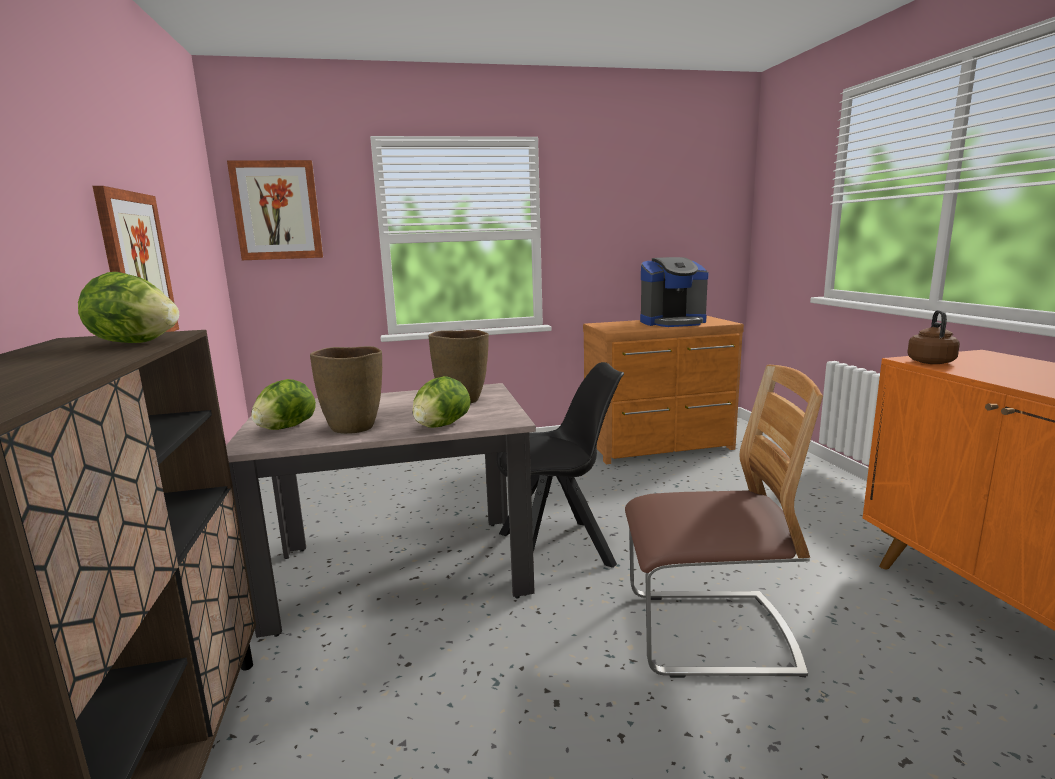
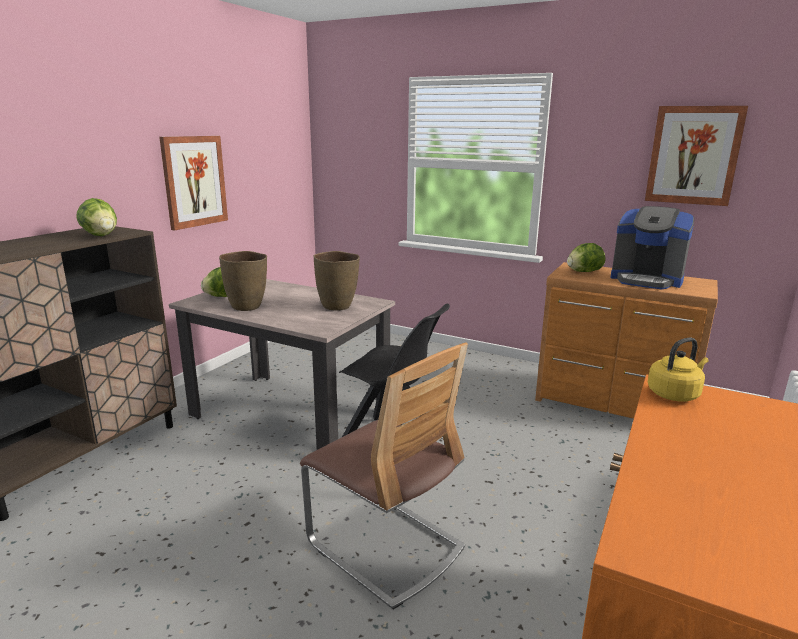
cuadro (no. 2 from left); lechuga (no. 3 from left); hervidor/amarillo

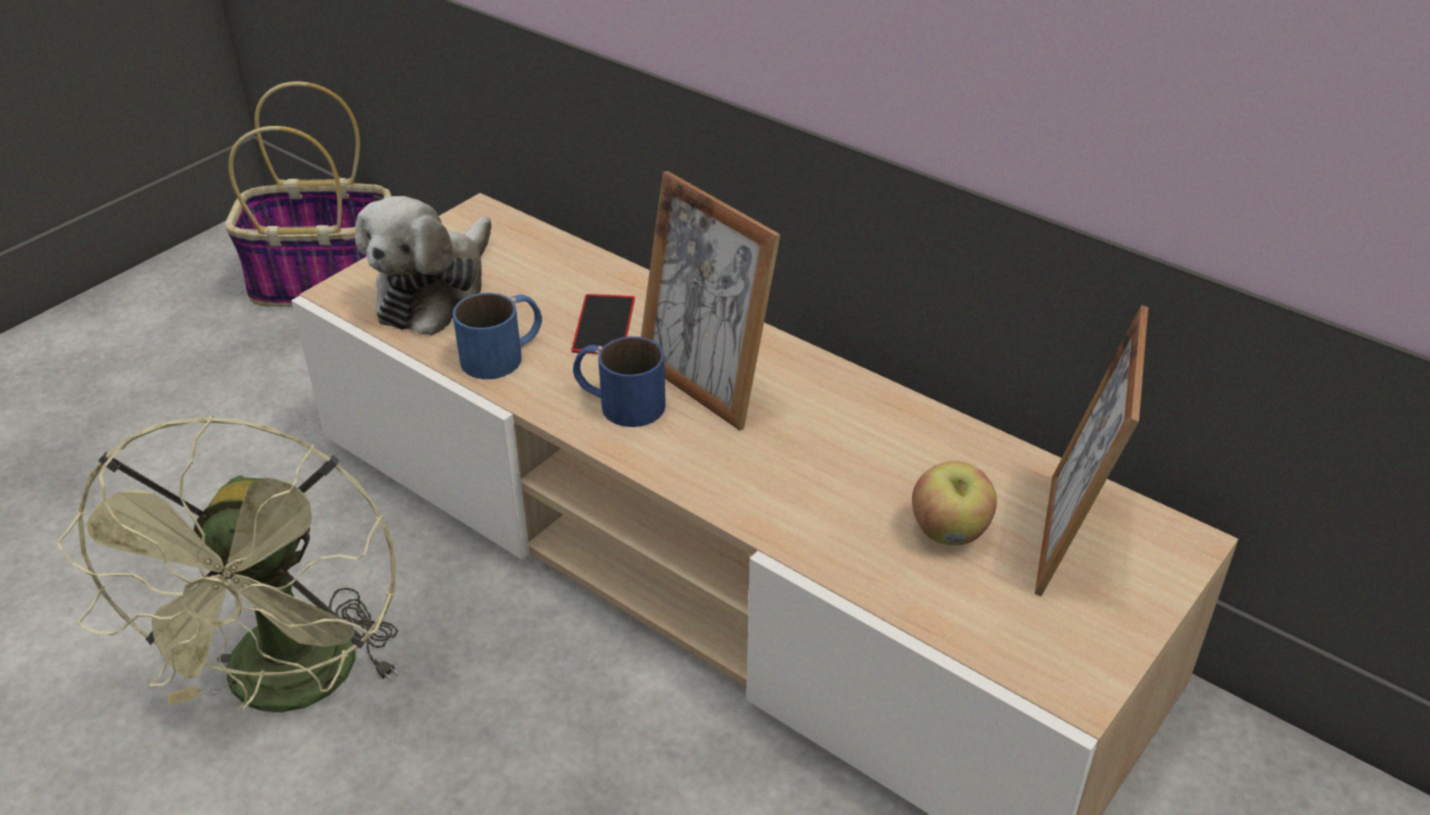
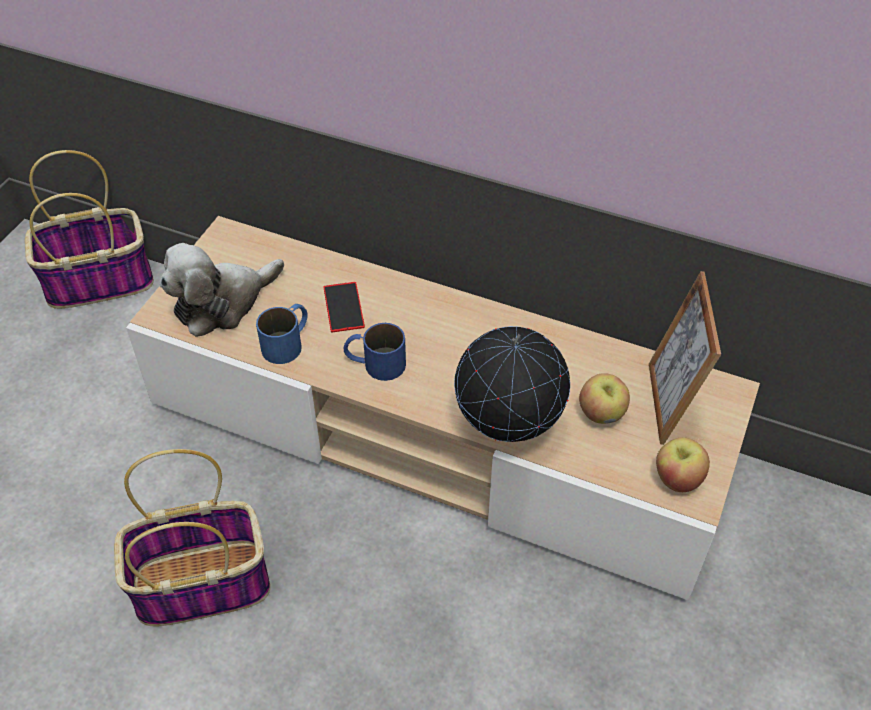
cesta (no. 2 from left); peluche; portarretratos (no. 1 from left in the first image); globo terráqueo; manzana (no. 2 from left)

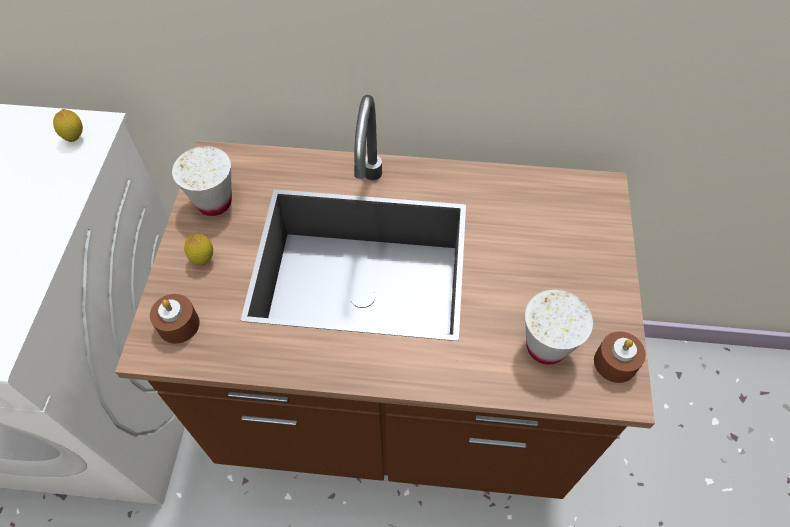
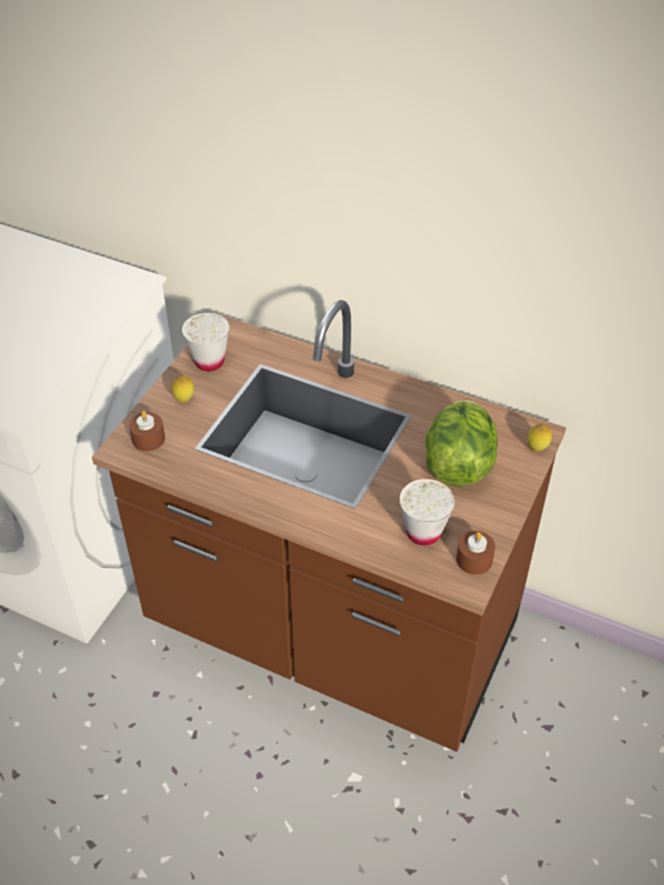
limón (no. 2 from left); lechuga

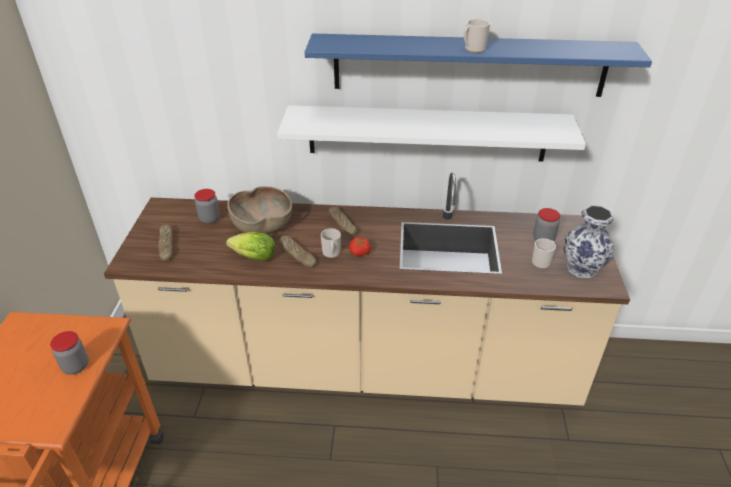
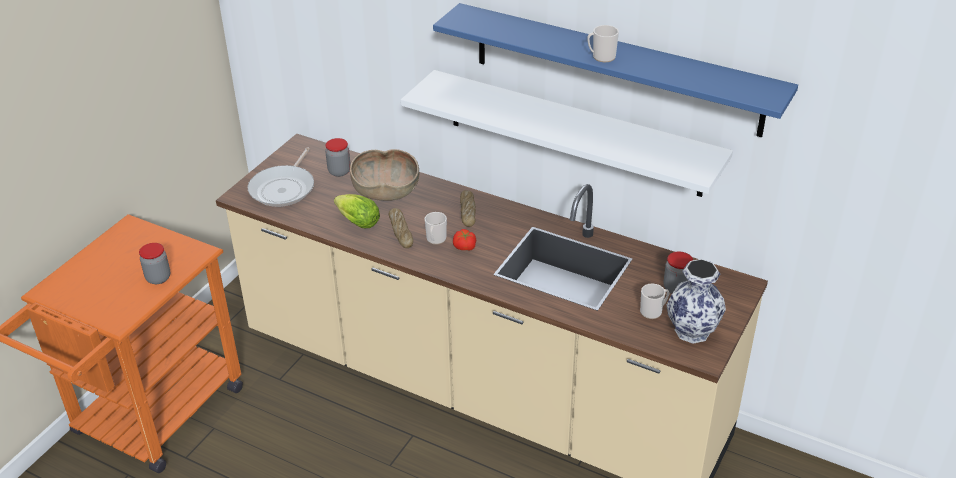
sartén

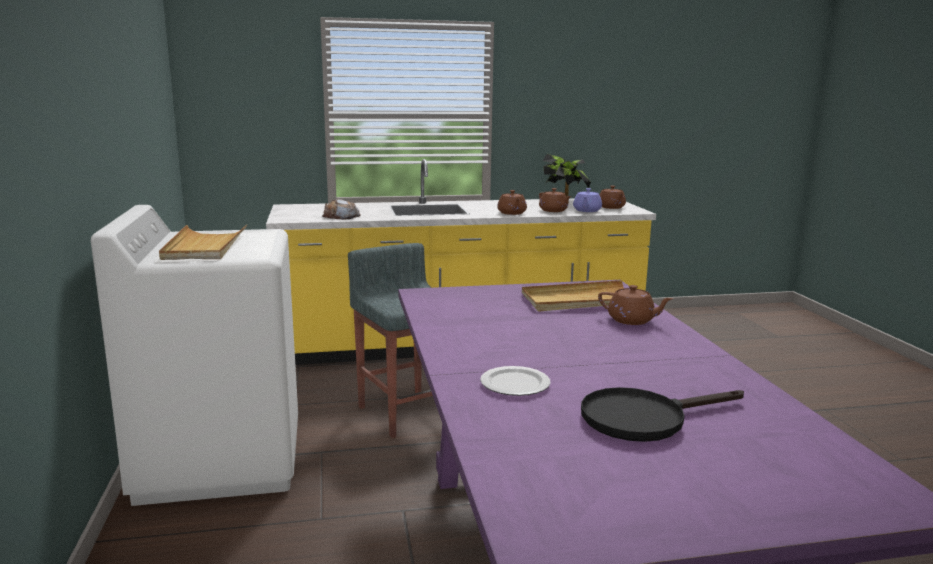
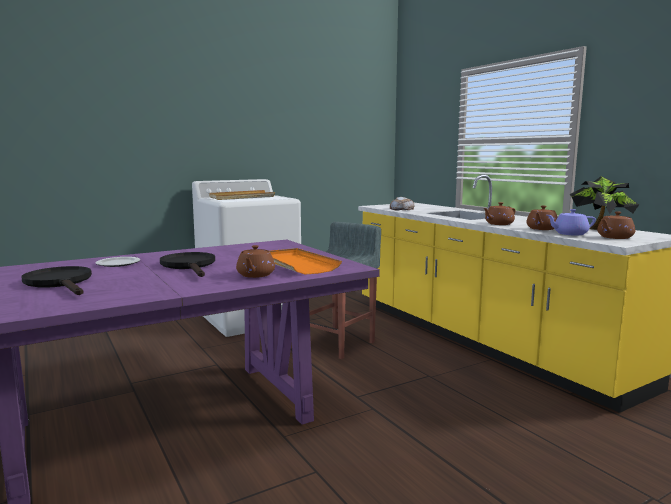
bandeja/naranja; sartén/negro (no. 2 from left)

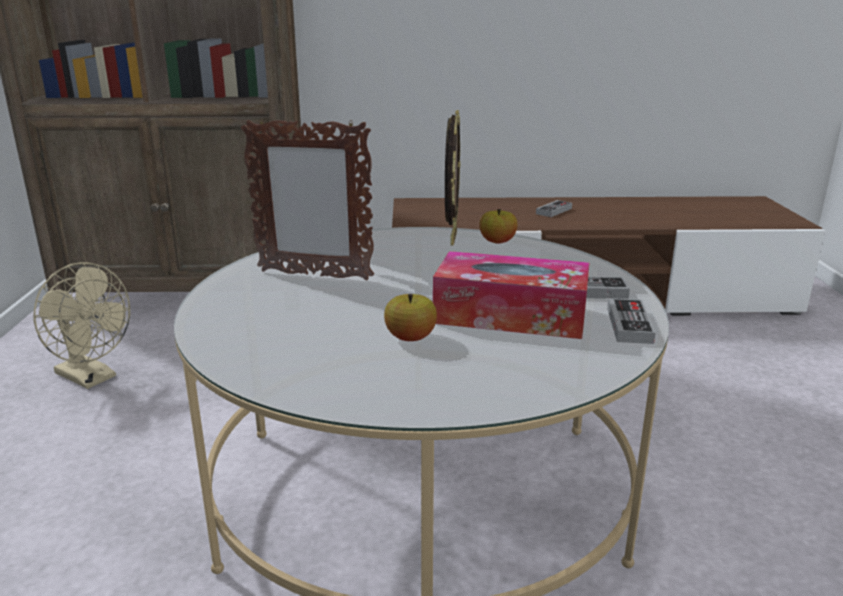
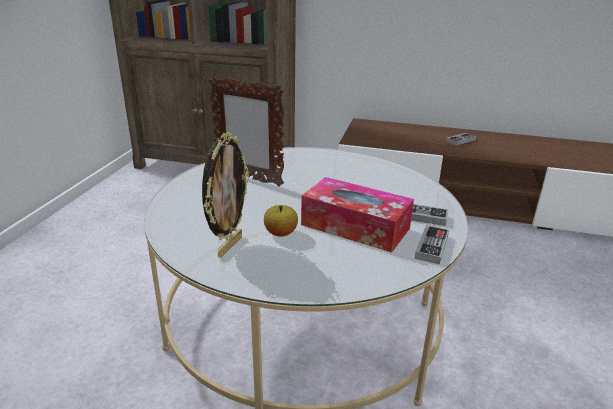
ventilador/beis; portarretratos (no. 1 from left); manzana (no. 2 from left in the first image)

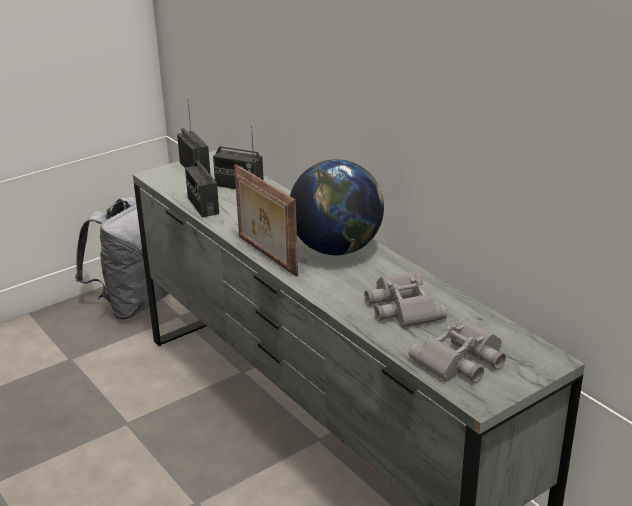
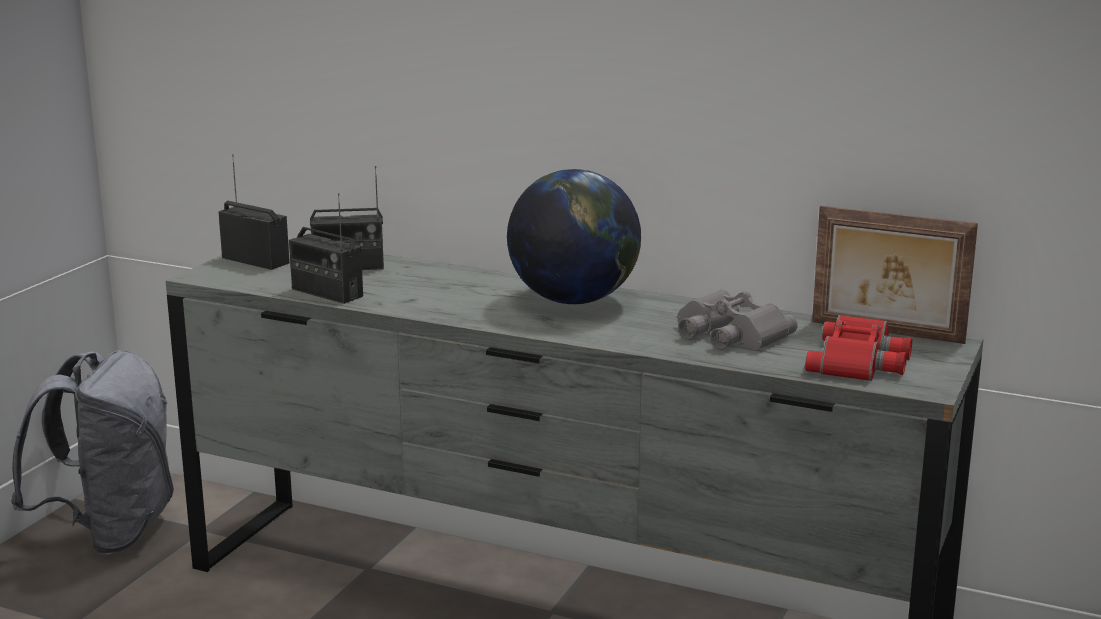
portarretratos; prismáticos/rojo

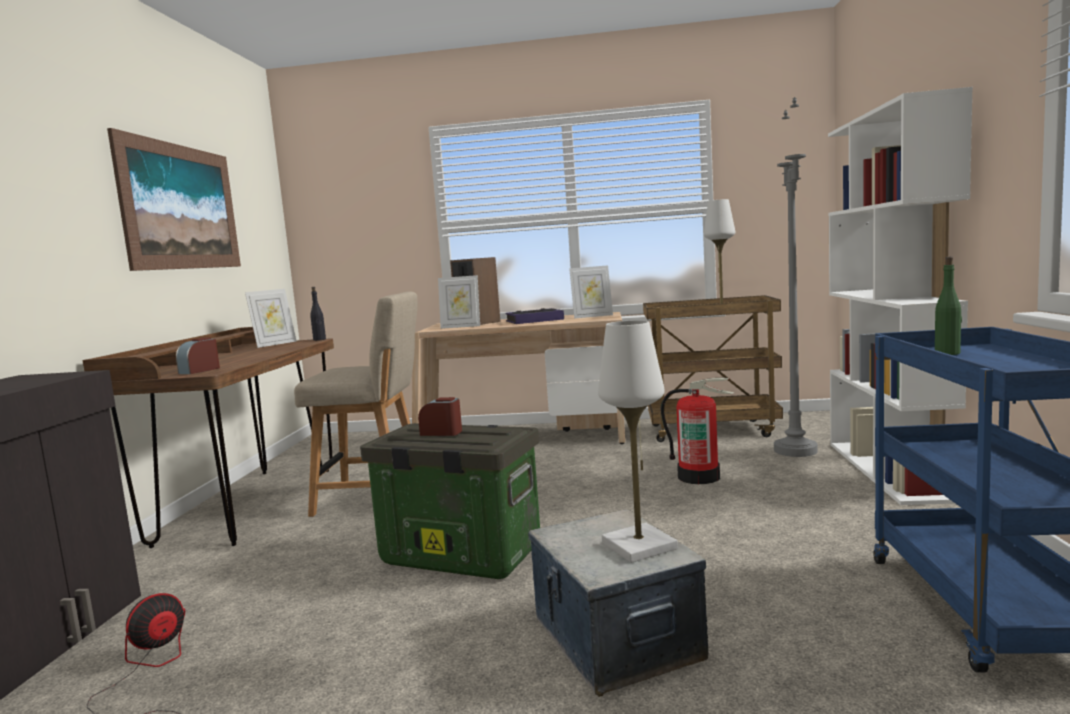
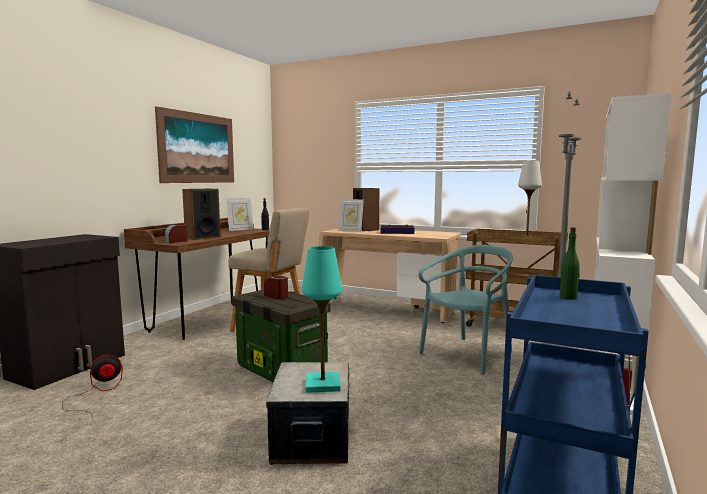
portarretratos (no. 3 from left in the first image); lámpara de mesa/turquesa; silla/turquesa; altavoz (no. 1 from left)

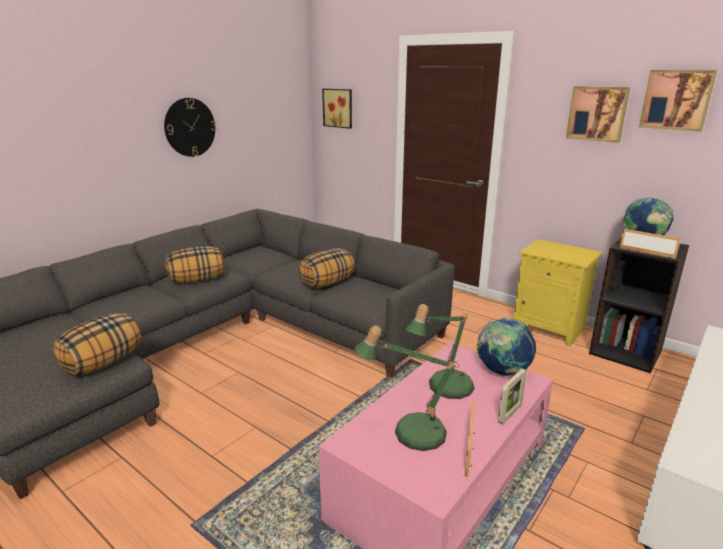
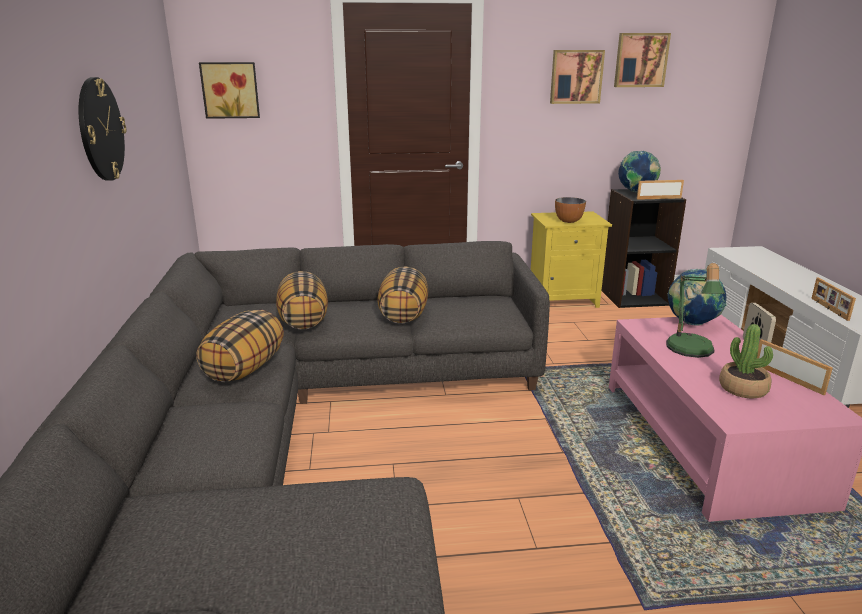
cojín (no. 2 from left); planta en maceta; cuenco; portarretratos (no. 4 from left)

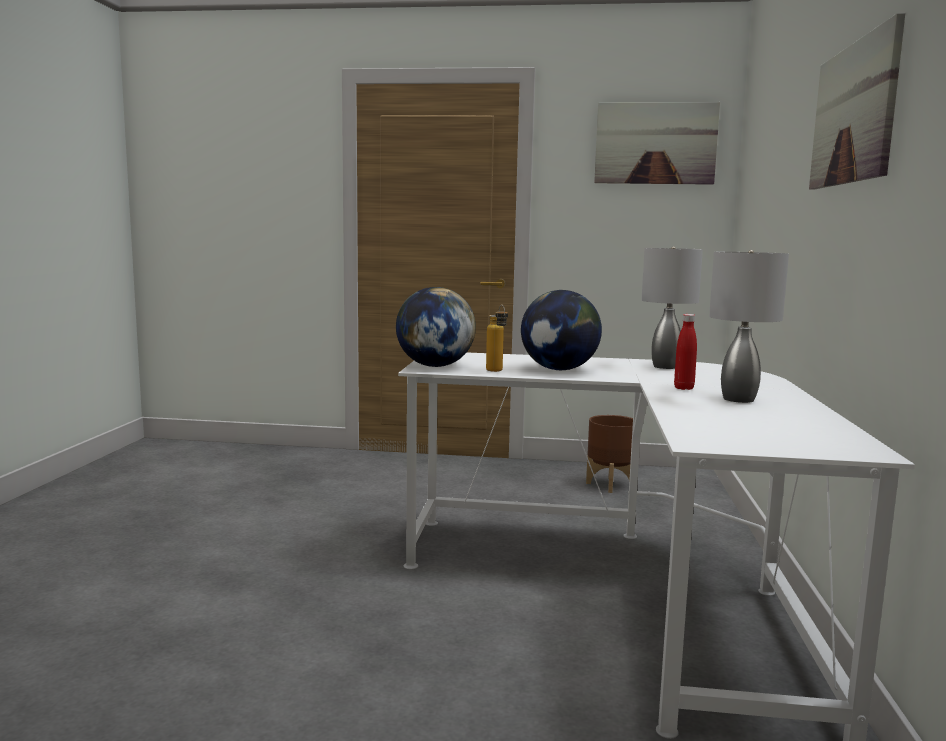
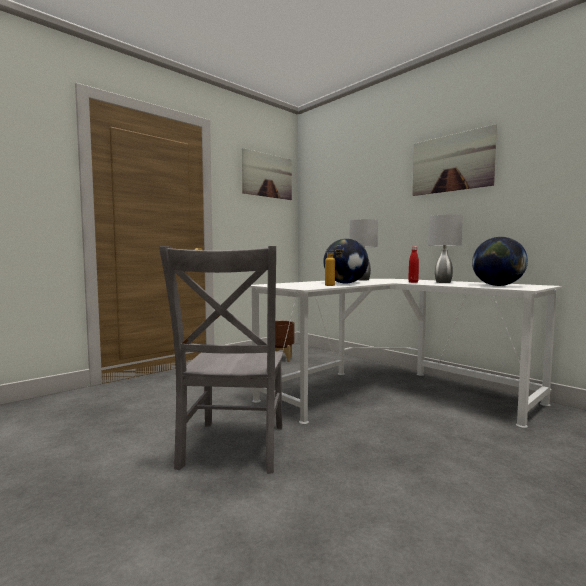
globo terráqueo (no. 2 from left); silla/gris

